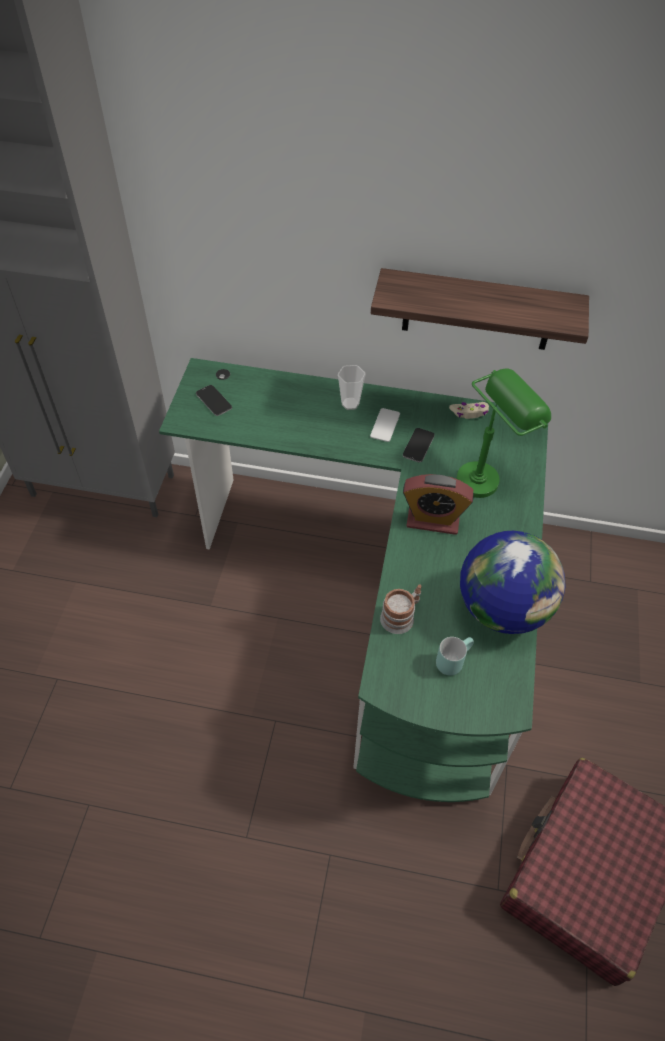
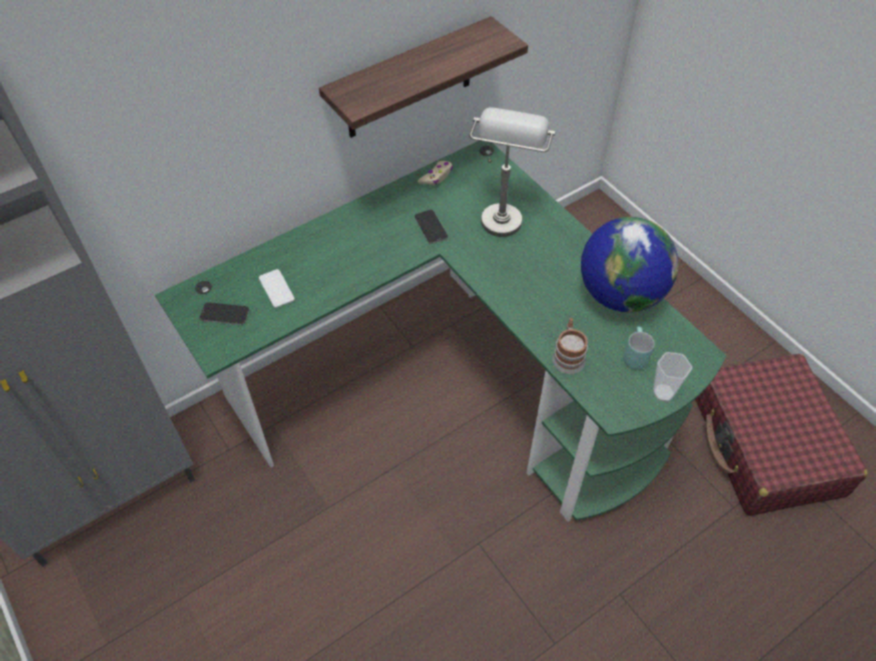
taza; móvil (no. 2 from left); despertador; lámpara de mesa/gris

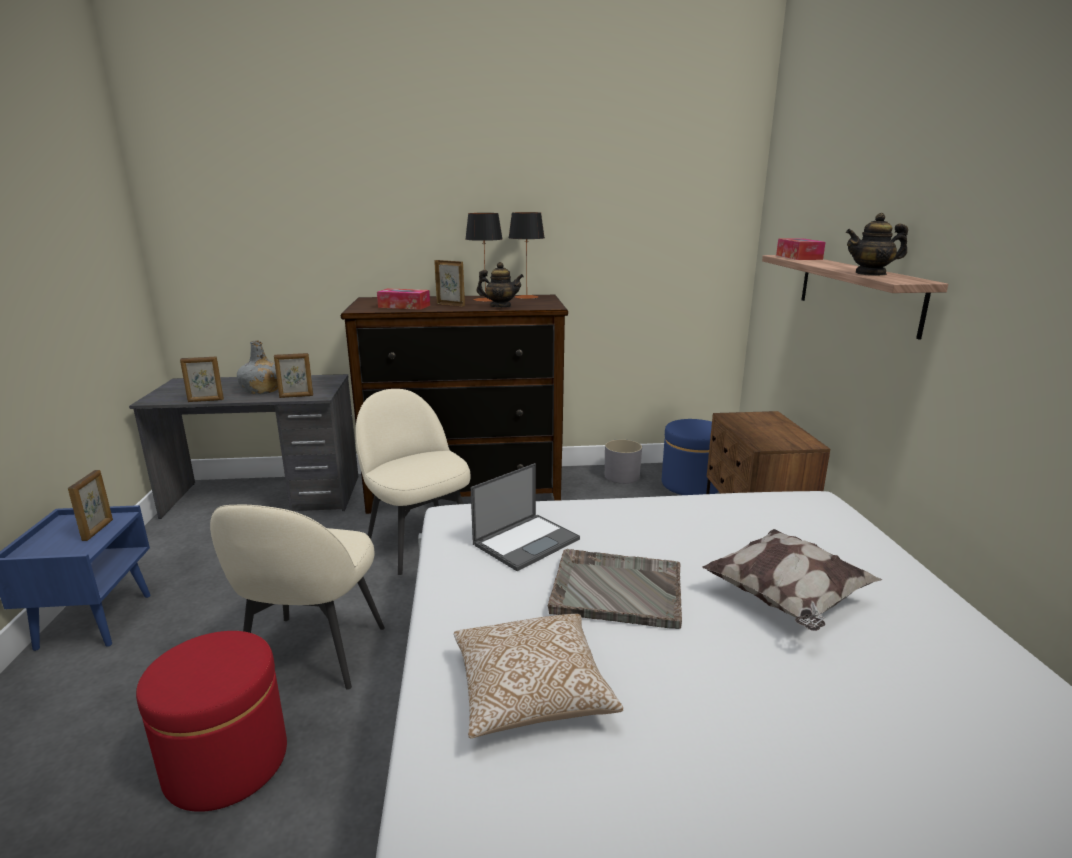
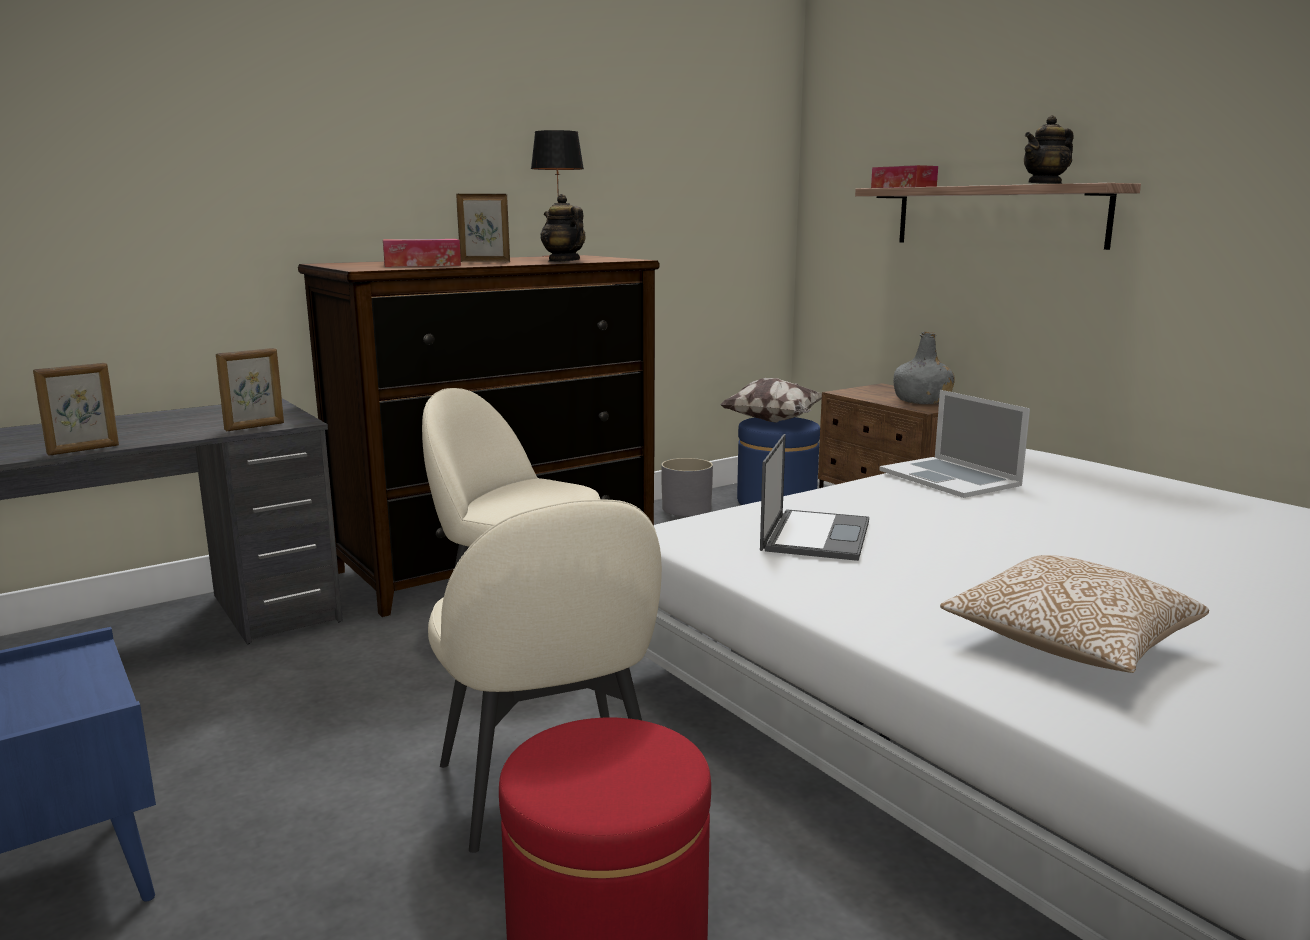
portarretratos (no. 1 from left in the first image); botella/gris; lámpara de mesa (no. 1 from left in the first image); tetera (no. 1 from left); bandeja/gris; cojín (no. 1 from left); portátil (no. 2 from left)

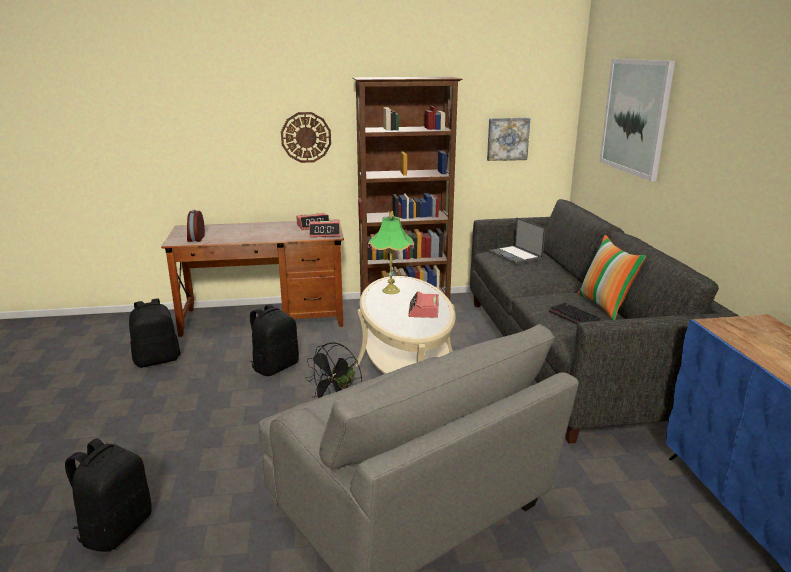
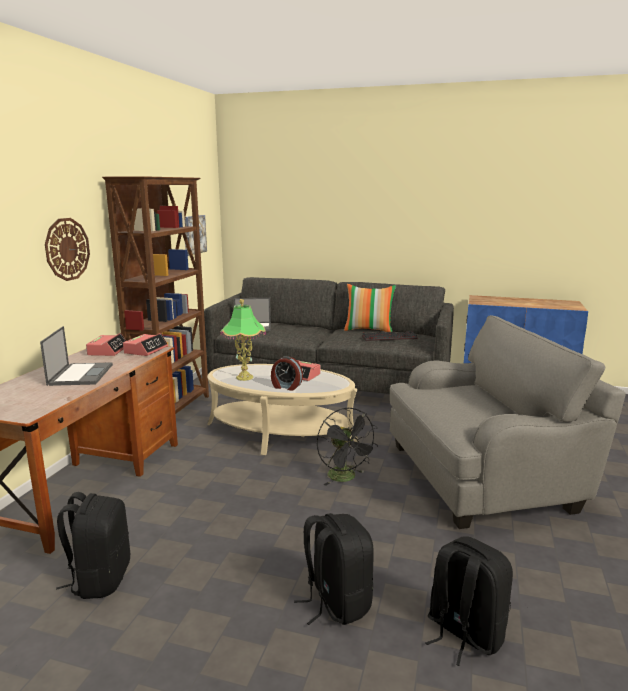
despertador (no. 3 from left); mochila/negro (no. 2 from left); cuadro (no. 2 from left in the first image); portátil (no. 1 from left)

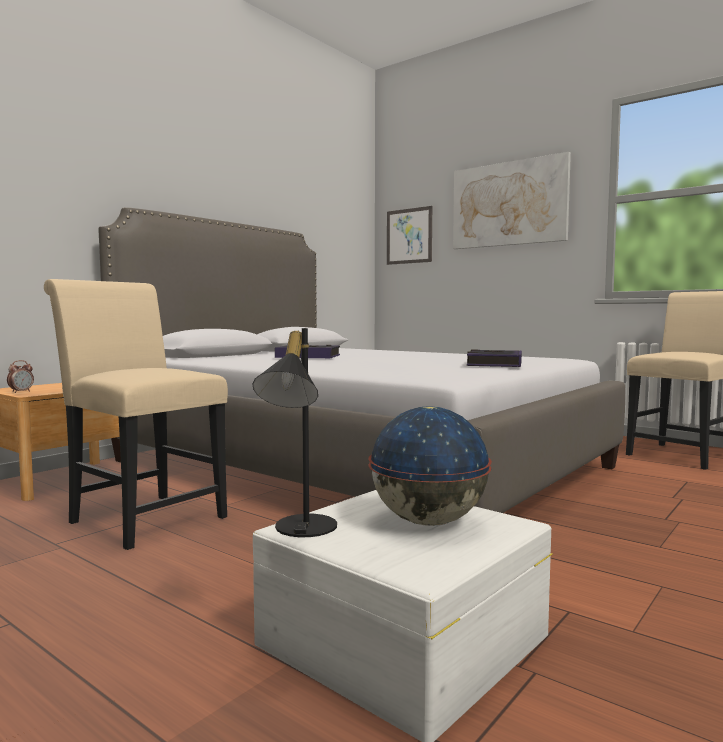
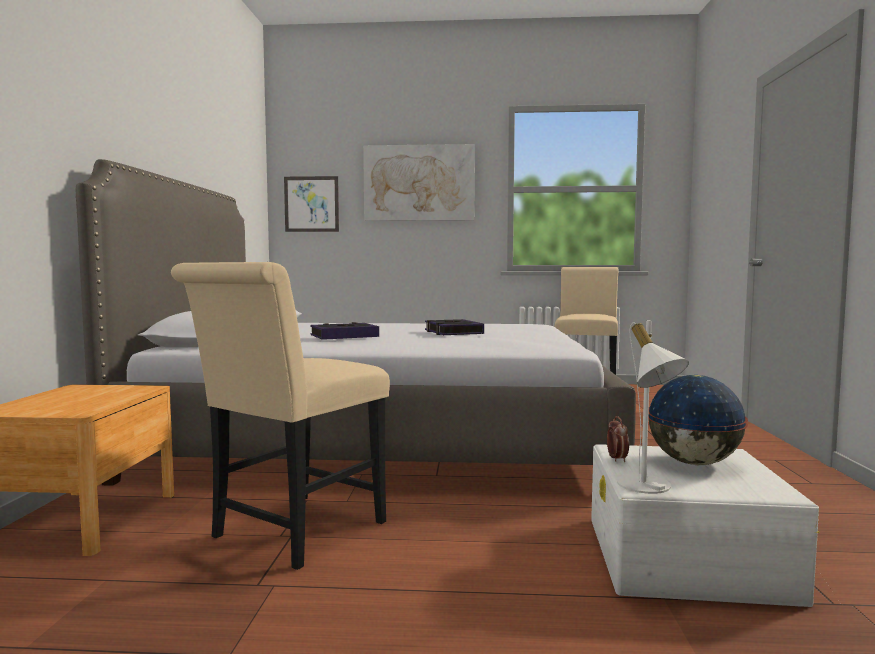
despertador; silla/beis (no. 1 from left); lámpara de mesa/blanco; libro (no. 2 from left)

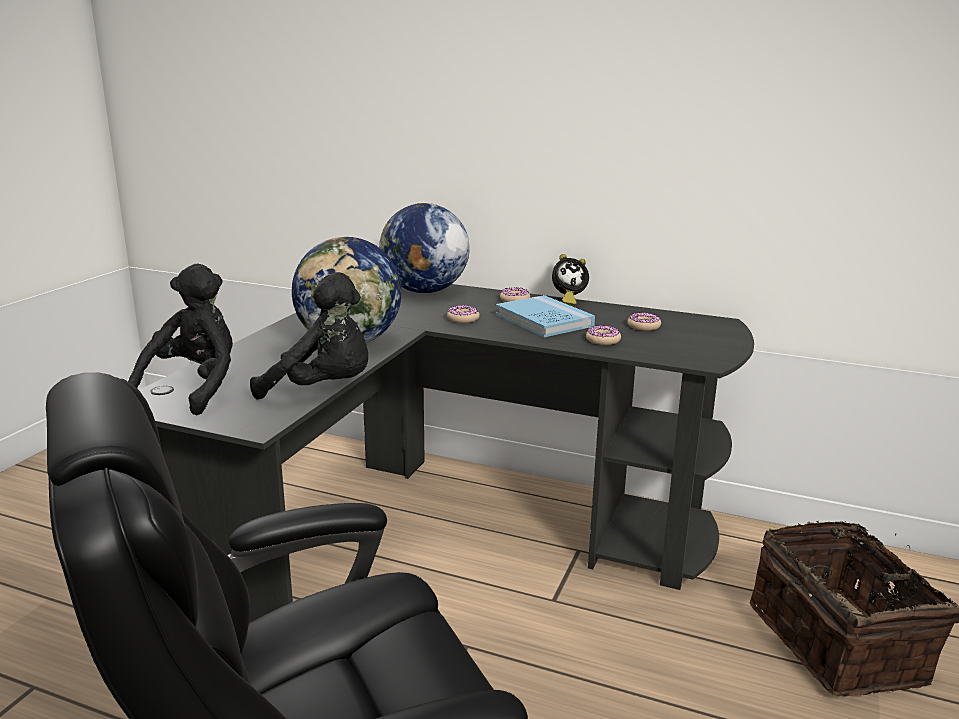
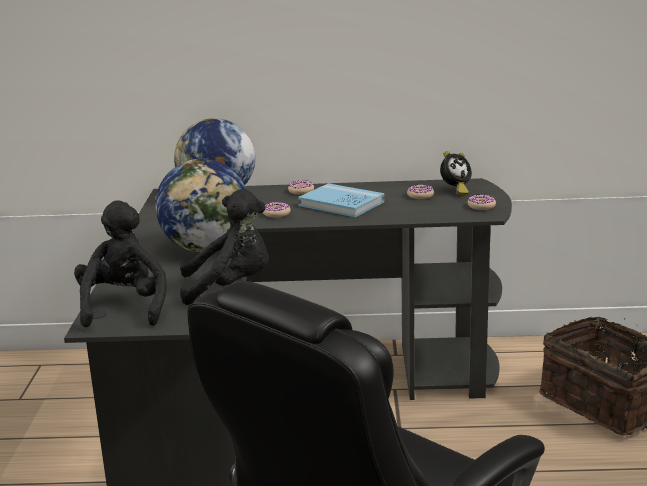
despertador; rosquilla (no. 4 from left)

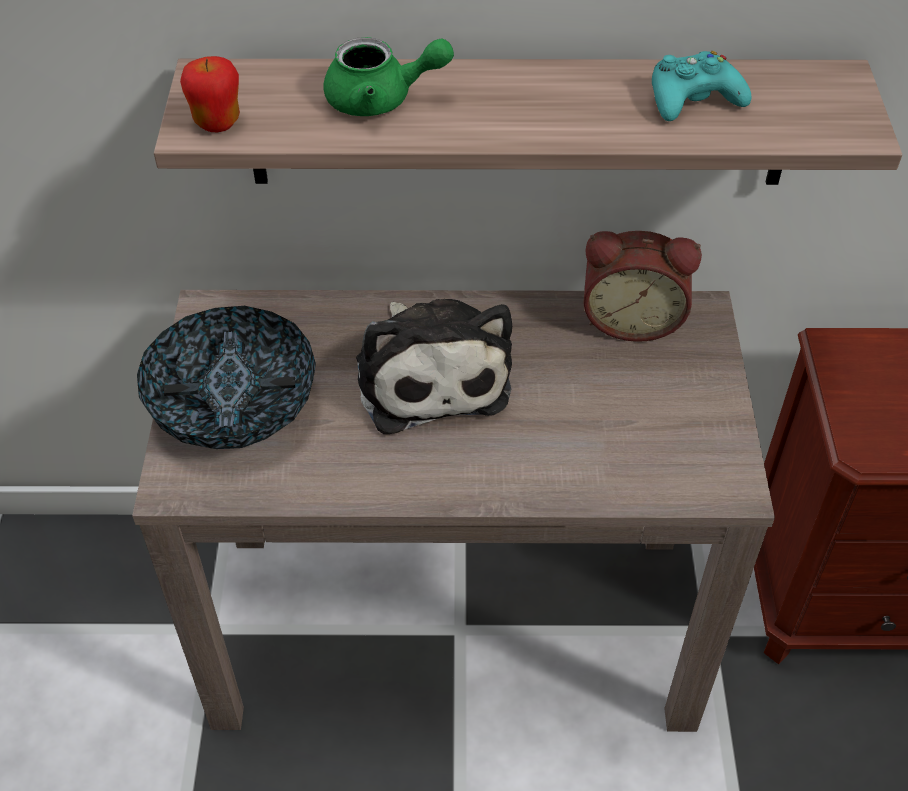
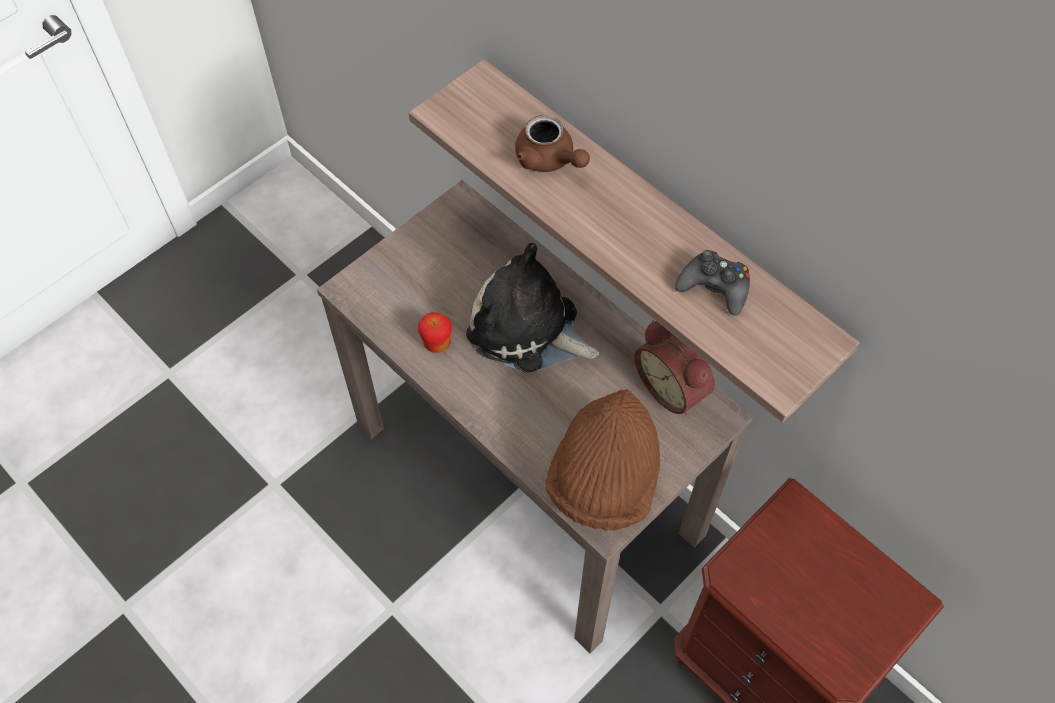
cuenco; manzana; tetera/marrón; peluche; mando de consola/negro; sombrero/marrón

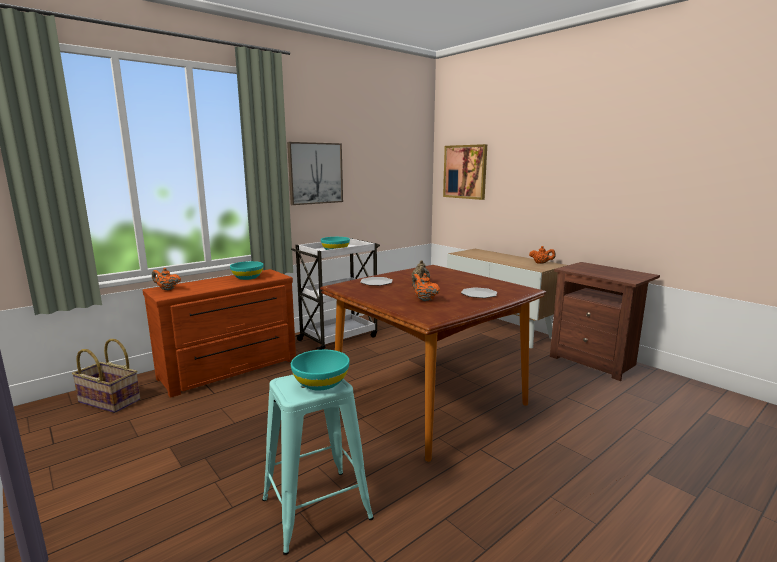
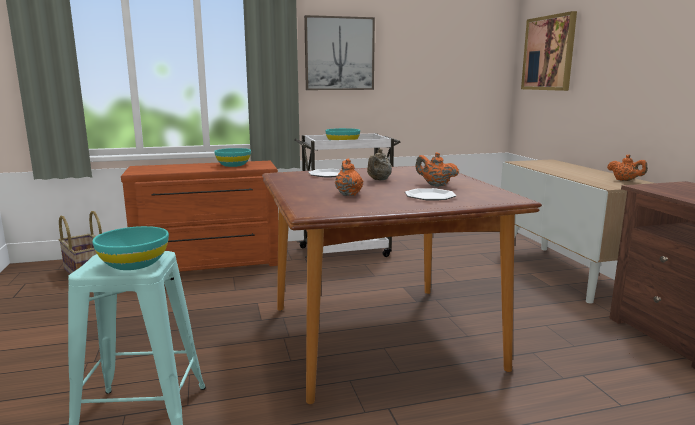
tetera/naranja (no. 2 from left)

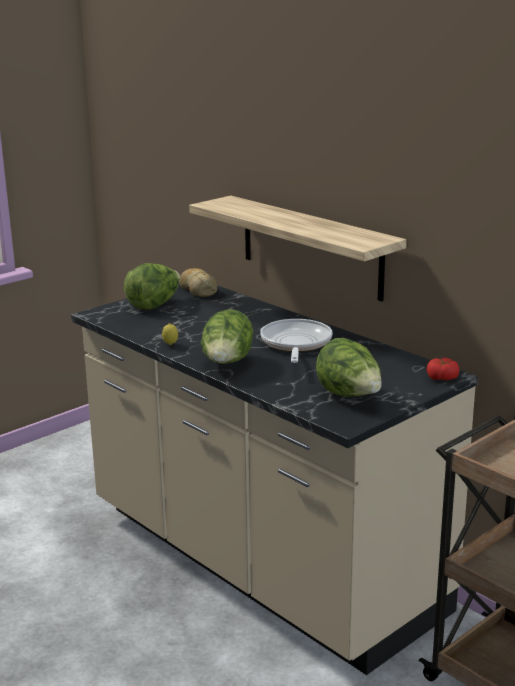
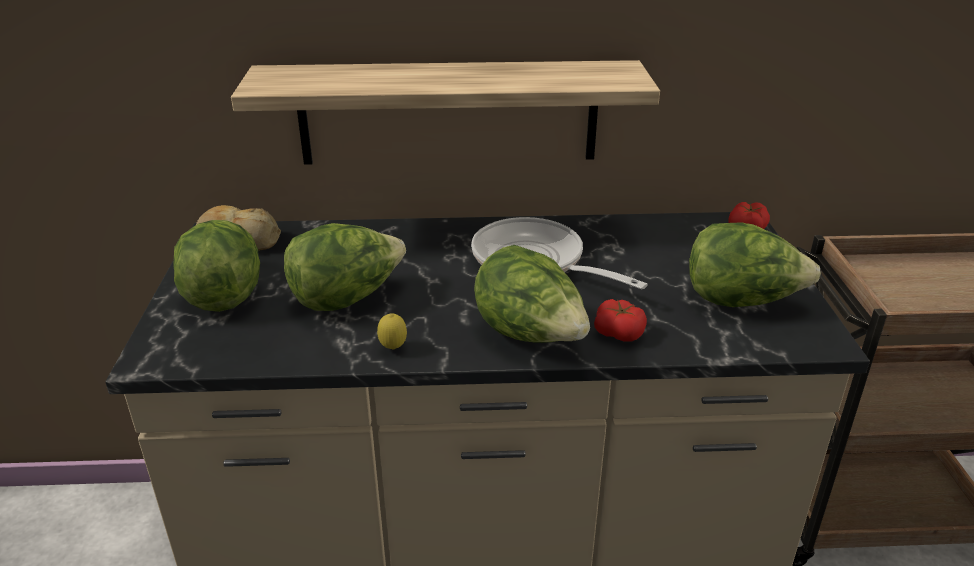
lechuga (no. 2 from left); tomate (no. 1 from left)

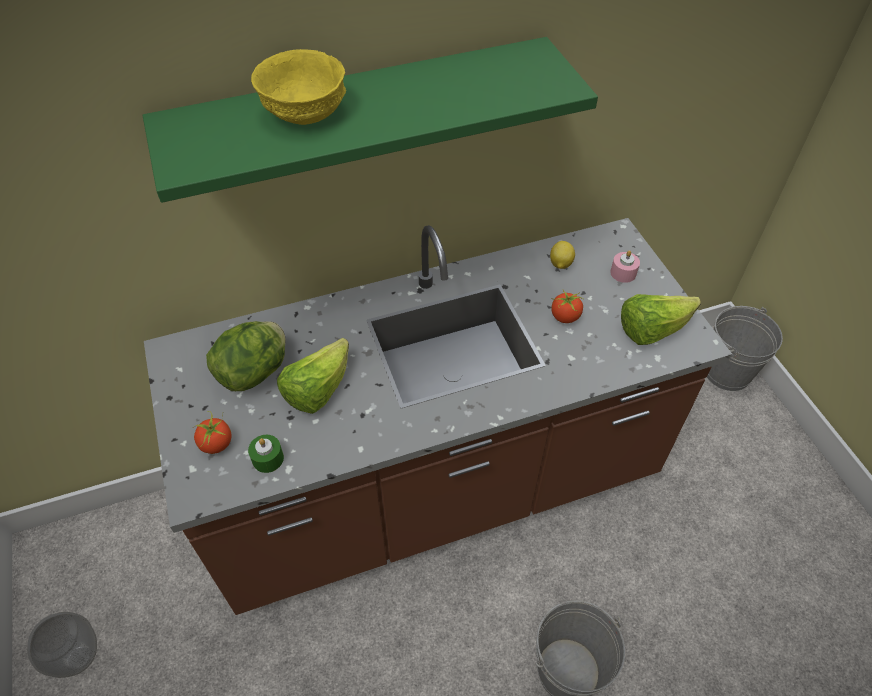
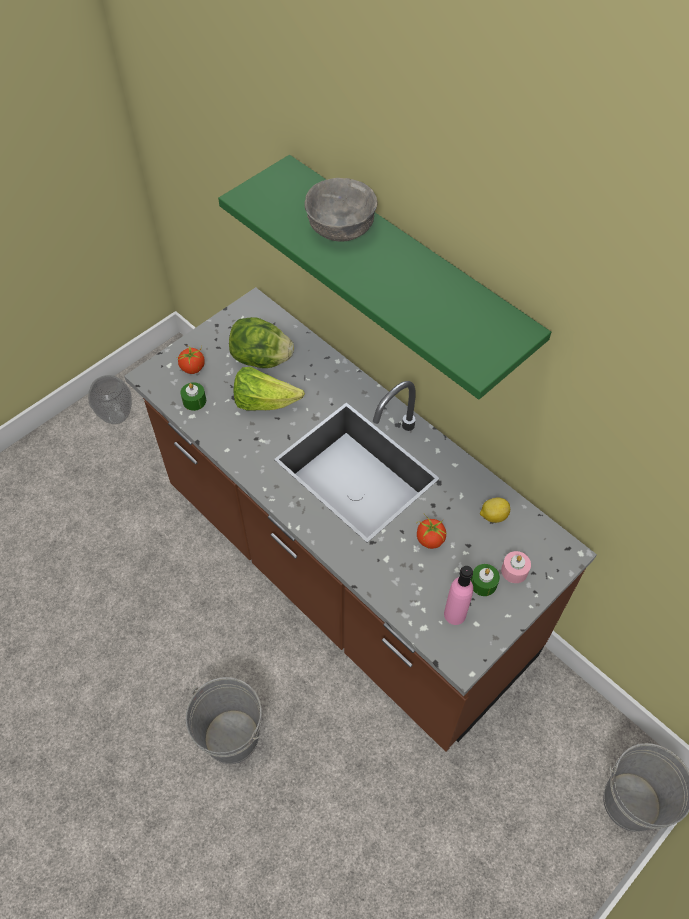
cuenco/gris; botella/rosa; vela/verde (no. 2 from left)

